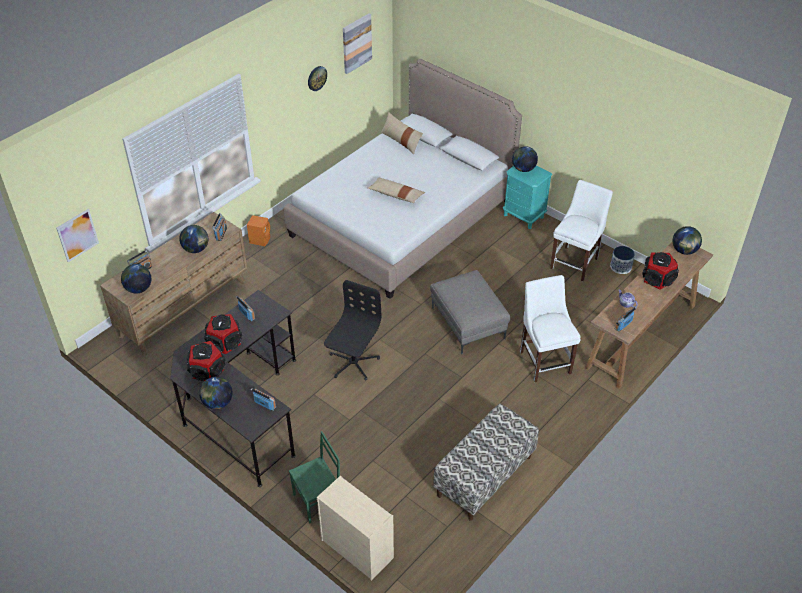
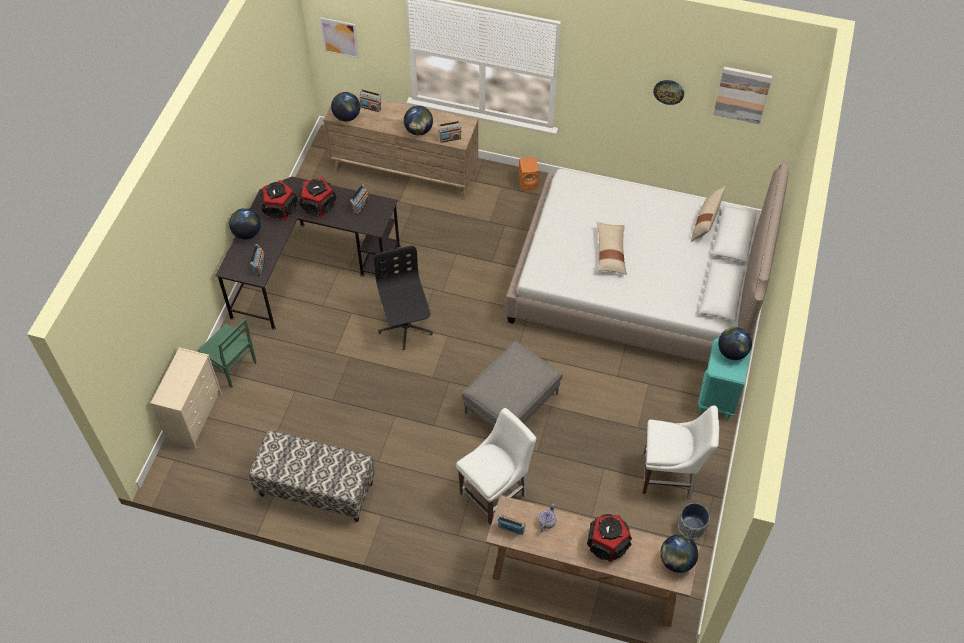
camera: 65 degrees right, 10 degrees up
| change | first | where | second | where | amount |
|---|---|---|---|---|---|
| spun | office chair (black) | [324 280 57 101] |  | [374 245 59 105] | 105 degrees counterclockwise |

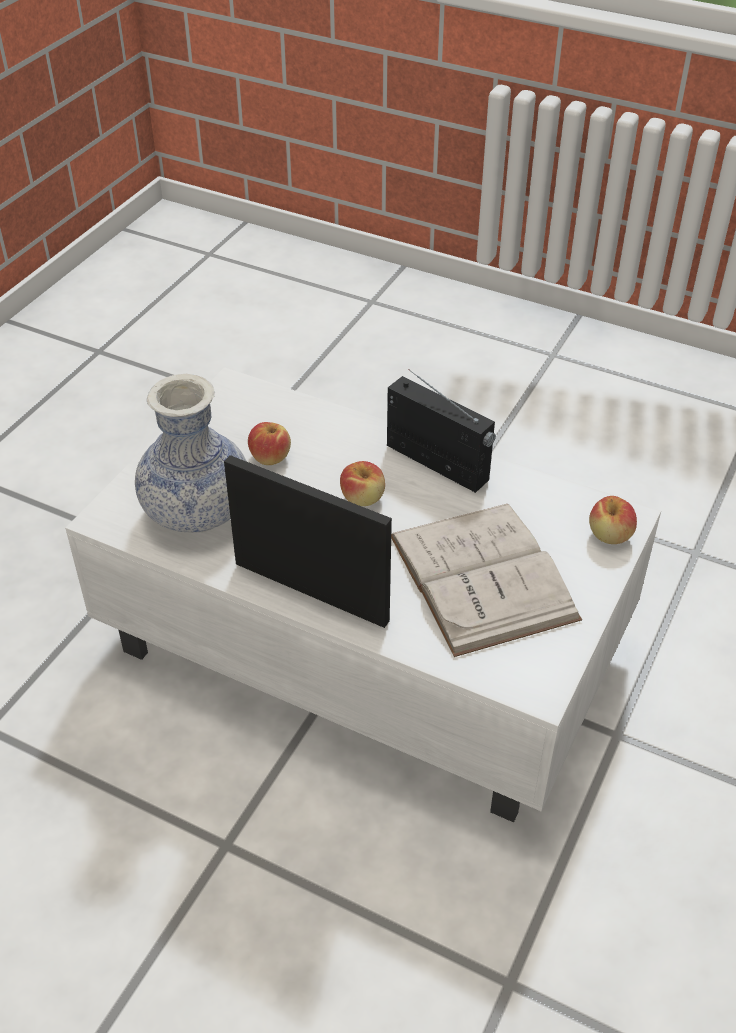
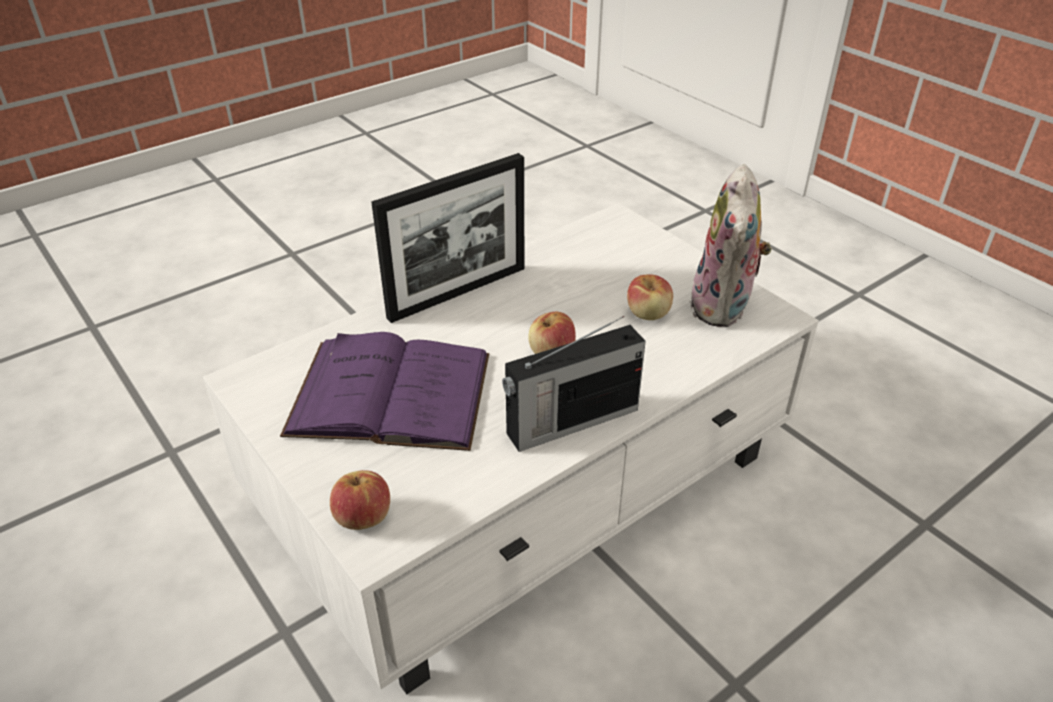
camera: 115 degrees right, 5 degrees down
| change | first | where | second | where | amount |
|---|---|---|---|---|---|
| colour | book (white) | [391 504 191 153] | book (purple) | [280 332 209 119] |  |
| appeared |  |  | plush toy | [690 164 82 163] |  |
| missing | vase | [135 374 112 159] |  |  |  |

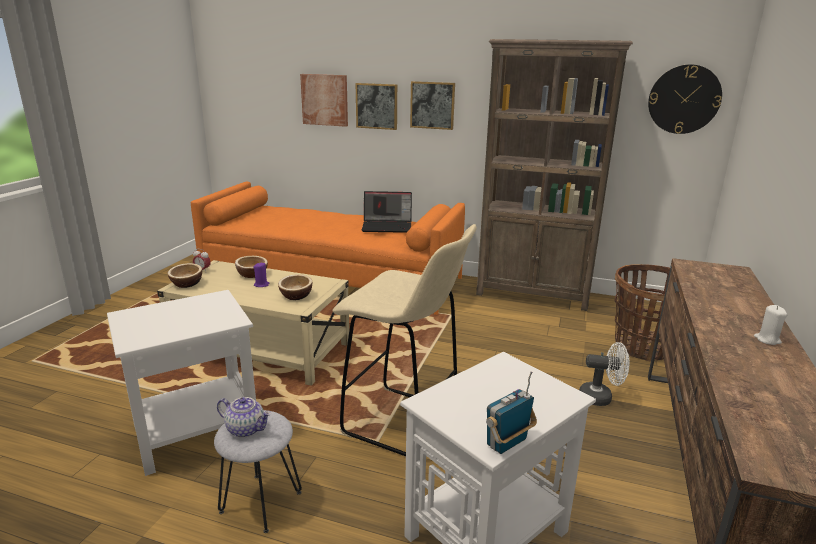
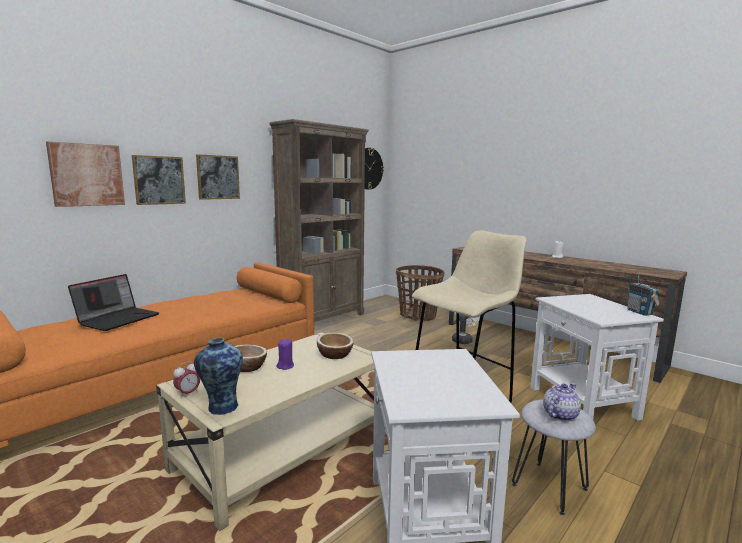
camera: 65 degrees left, 10 degrees down
| change | first | where | second | where | amount |
|---|---|---|---|---|---|
| relocated | laptop | [362 191 50 42] |  | [68 274 91 57] |  |
| exchanged | bowl | [168 263 34 25] | vase | [194 338 49 77] |  |

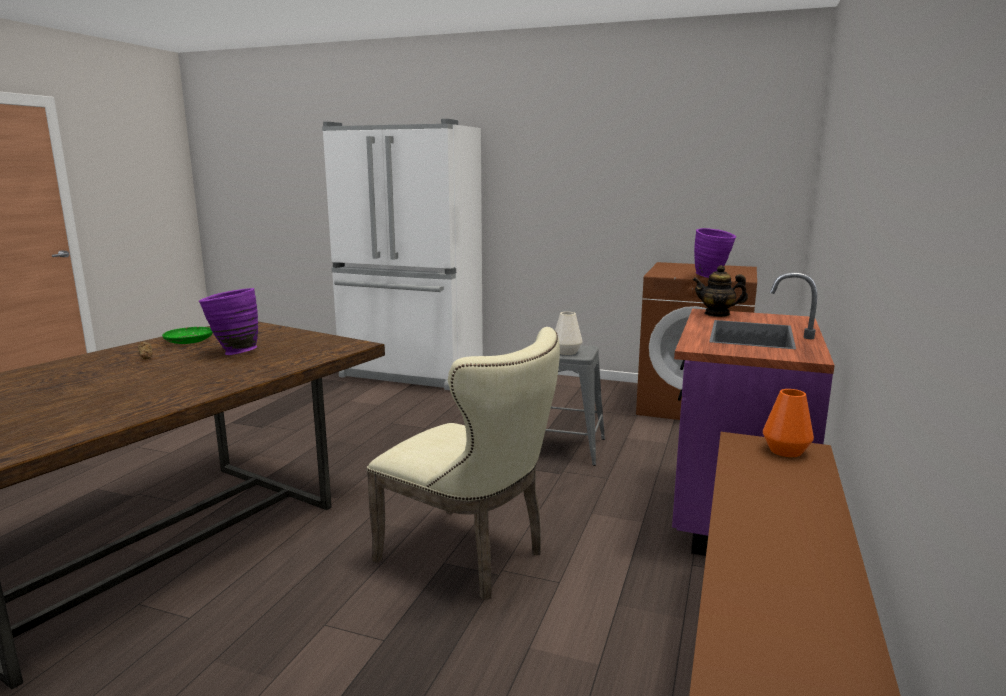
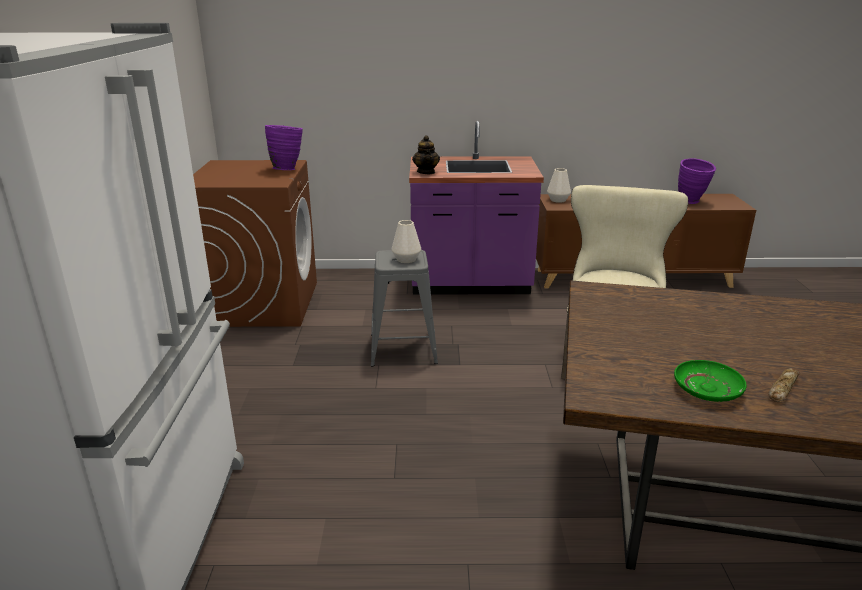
camera: 110 degrees left, 10 degrees up
| change | first | where | second | where | amount |
|---|---|---|---|---|---|
| colour | vase (orange) | [763 389 51 68] | vase (white) | [547 168 24 35] |  |
| relocated | vase (purple) | [199 288 59 67] |  | [678 158 38 46] |  |

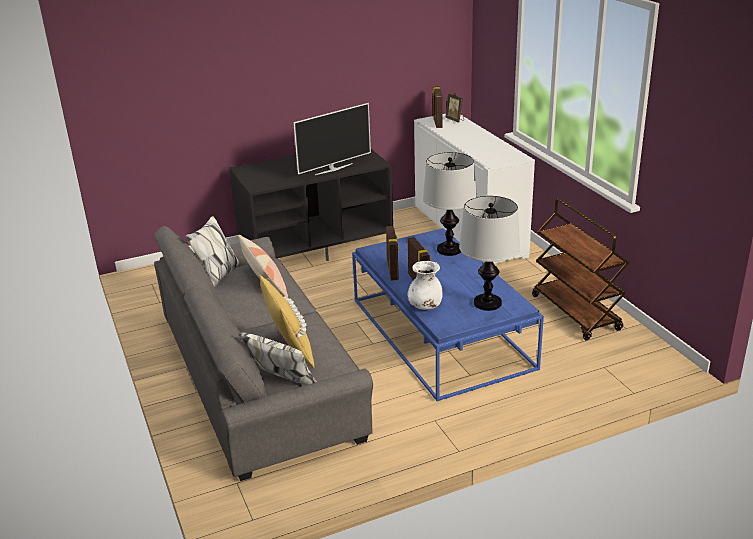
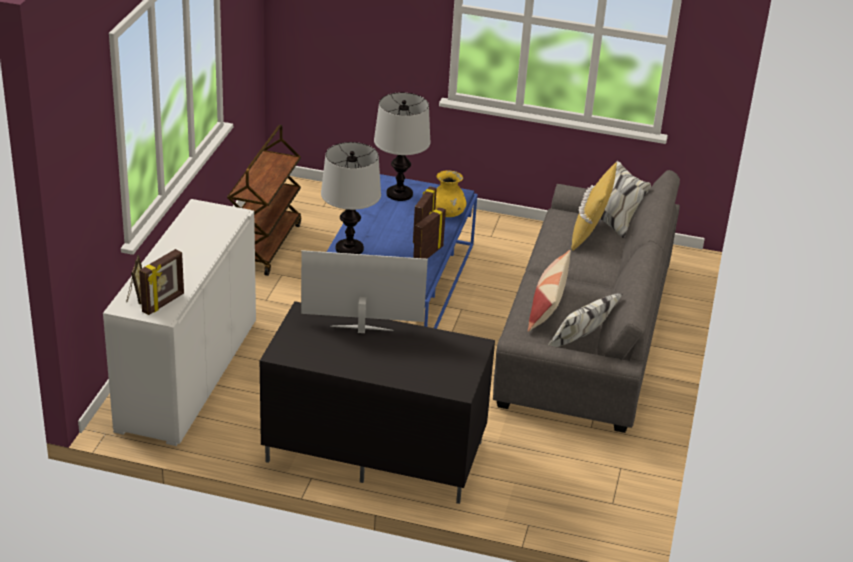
camera: 145 degrees left, 5 degrees up
| change | first | where | second | where | amount |
|---|---|---|---|---|---|
| colour | vase (white) | [407 261 36 49] | vase (yellow) | [435 170 32 47] |  |

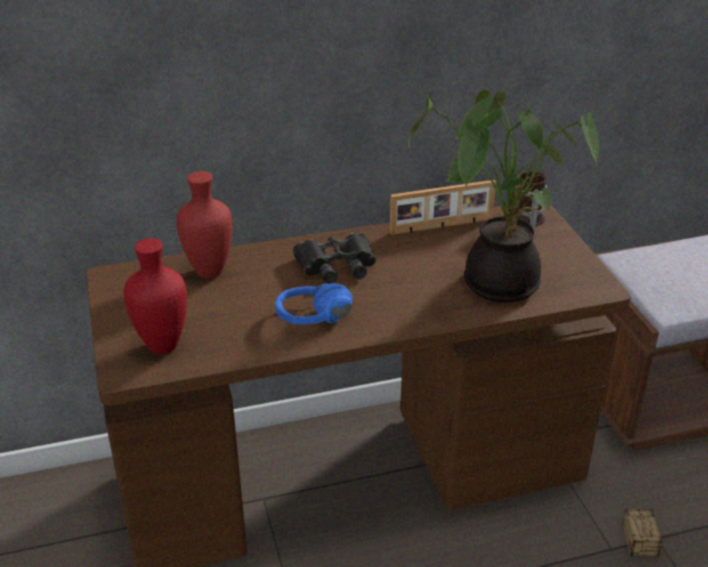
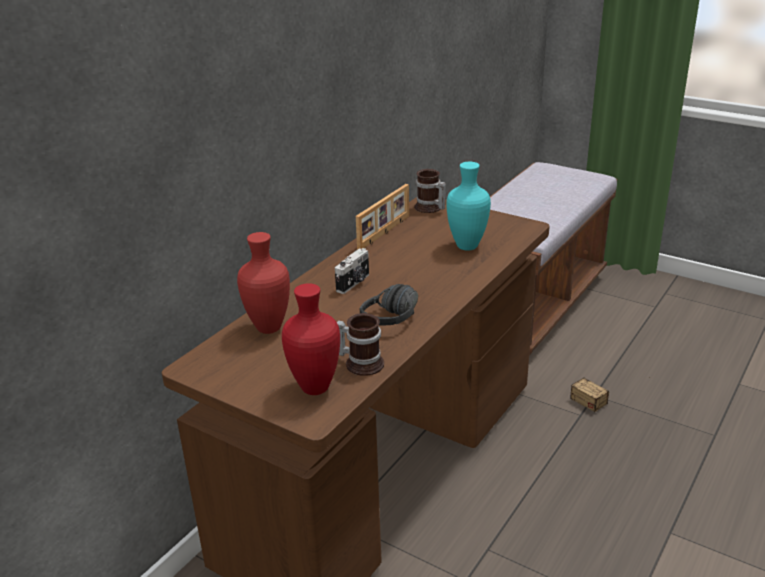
camera: 40 degrees left, 5 degrees down
| change | first | where | second | where | amount |
|---|---|---|---|---|---|
| exchanged | binoculars (black) | [293 233 83 51] | photo camera | [335 248 34 46] |  |
| appeared |  |  | mug | [337 313 47 63] |  |
| colour | headphones (blue) | [275 283 78 42] | headphones (black) | [360 284 58 42] |  |
| exchanged | potted plant | [408 90 191 213] | vase (turquoise) | [446 162 45 89] |  |

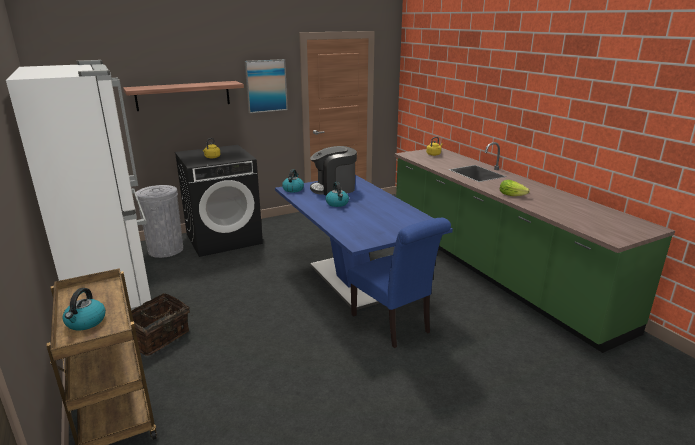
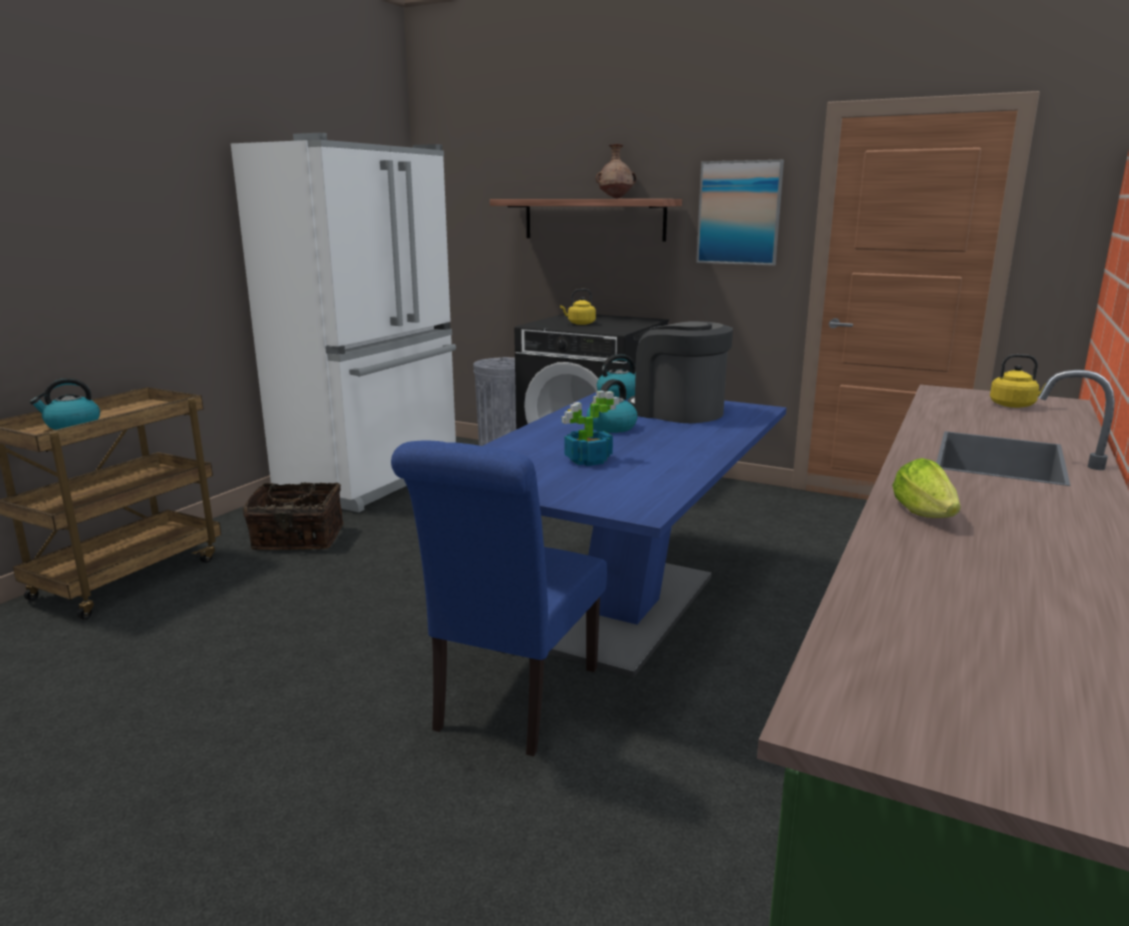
camera: 55 degrees right, 5 degrees down
| change | first | where | second | where | amount |
|---|---|---|---|---|---|
| appeared |  |  | potted plant | [562 390 57 76] |  |
| appeared |  |  | vase (brown) | [596 144 40 55] |  |

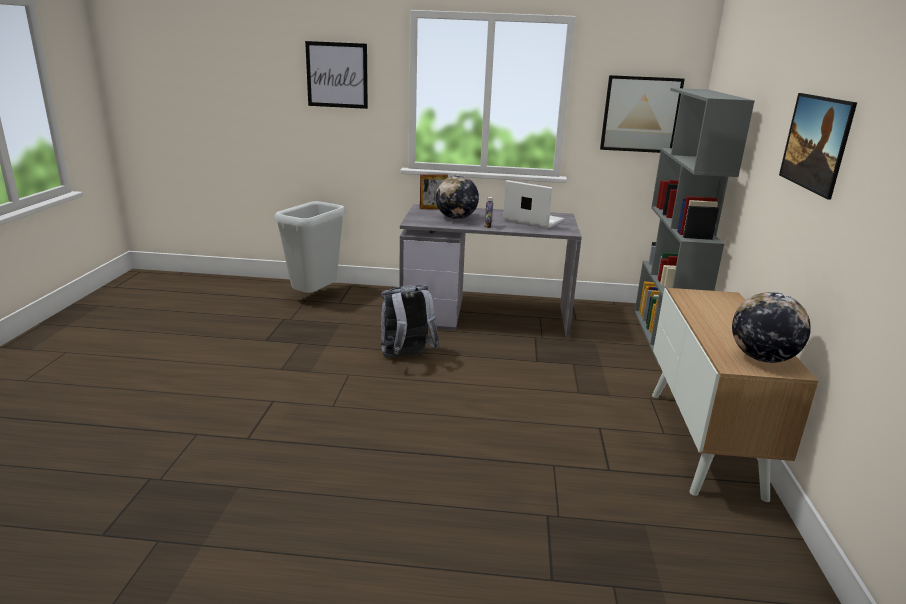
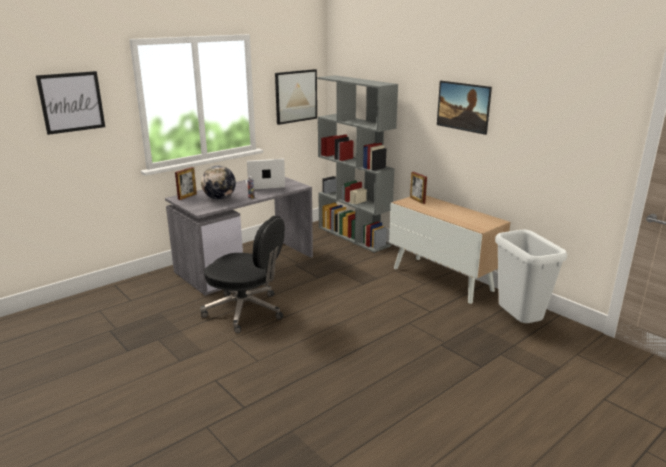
camera: 45 degrees left, 0 degrees up
| change | first | where | second | where | amount |
|---|---|---|---|---|---|
| exchanged | backpack (grey) | [381 285 59 73] | office chair (black) | [200 216 85 117] |  |
| appeared |  |  | picture frame | [410 172 17 32] |  |
| relocated | trash can (grey) | [274 201 72 92] |  | [495 230 72 93] |  |
| missing | globe | [732 292 79 71] |  |  |  |

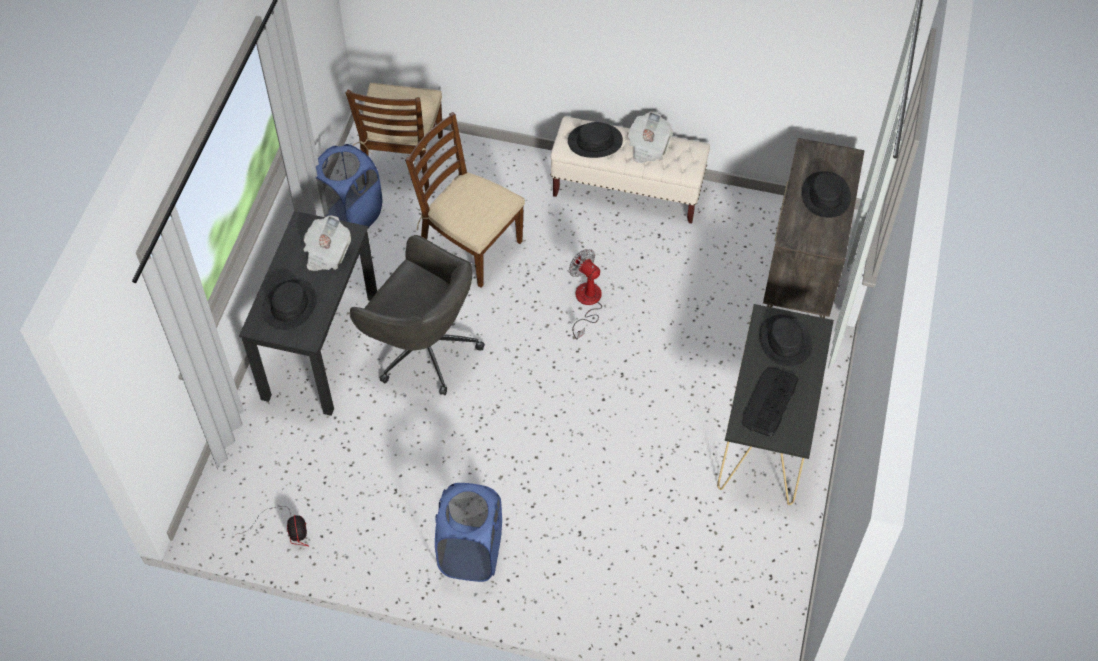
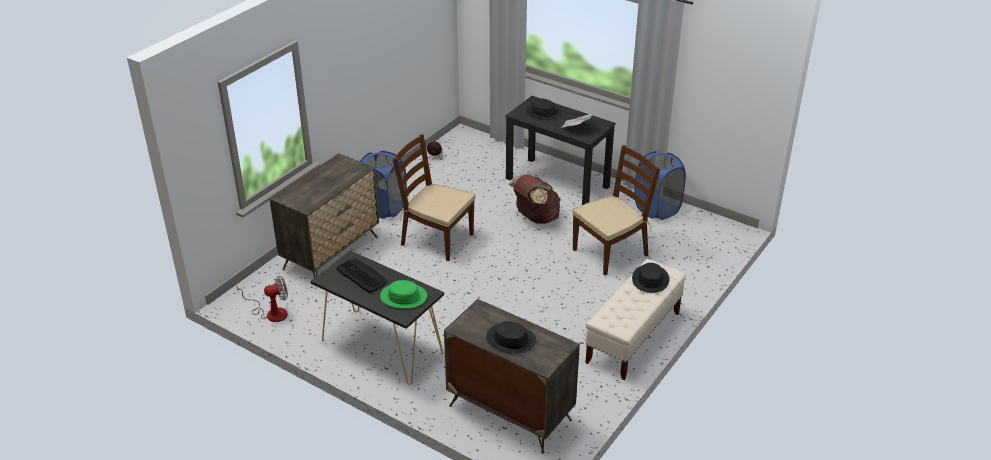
camera: 110 degrees right, 20 degrees down
| change | first | where | second | where | amount |
|---|---|---|---|---|---|
| relocated | fan | [569 249 33 90] |  | [236 276 52 46] |  |
| appeared |  |  | dresser | [269 153 110 125] |  |
| colour | hat (black) | [759 314 53 52] | hat (green) | [380 280 47 28] |  |
| relocated | chair (brown) | [346 83 97 109] |  | [393 134 82 127] |  |
| exchanged | office chair (grey) | [350 235 135 160] | backpack (brown) | [509 174 52 50] |  |
| missing | newspaper | [627 112 46 51] |  |  |  |

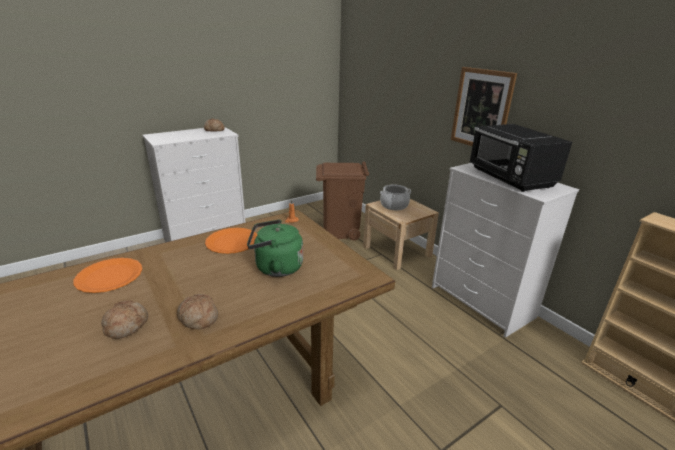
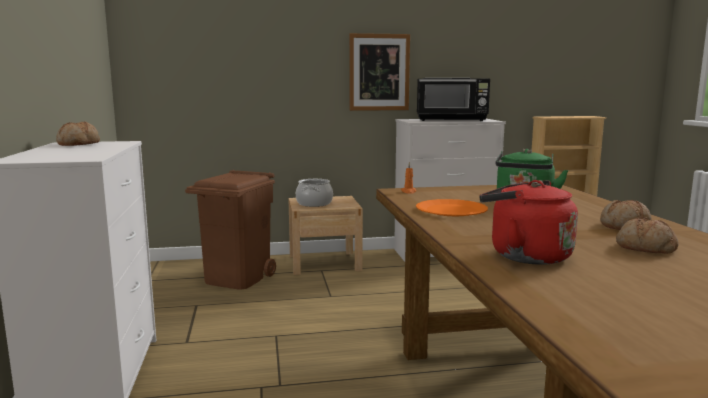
camera: 65 degrees left, 15 degrees down
| change | first | where | second | where | amount |
|---|---|---|---|---|---|
| exchanged | plate (orange) | [74 258 68 35] | kettle (red) | [479 180 99 85] |  |

